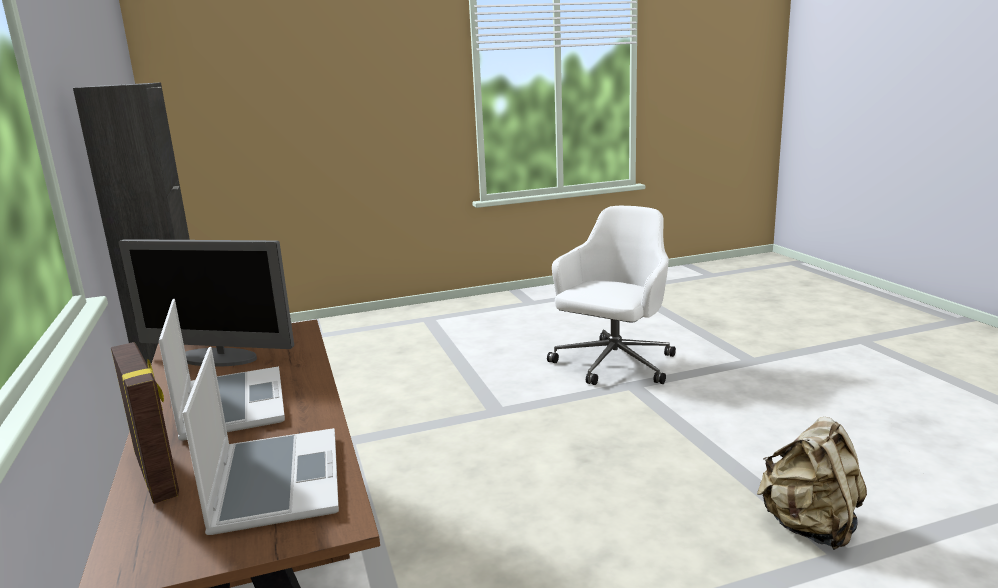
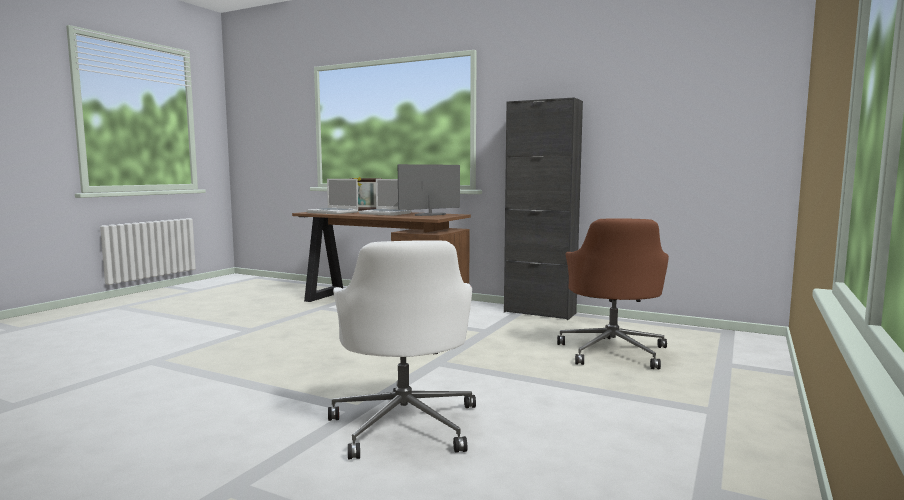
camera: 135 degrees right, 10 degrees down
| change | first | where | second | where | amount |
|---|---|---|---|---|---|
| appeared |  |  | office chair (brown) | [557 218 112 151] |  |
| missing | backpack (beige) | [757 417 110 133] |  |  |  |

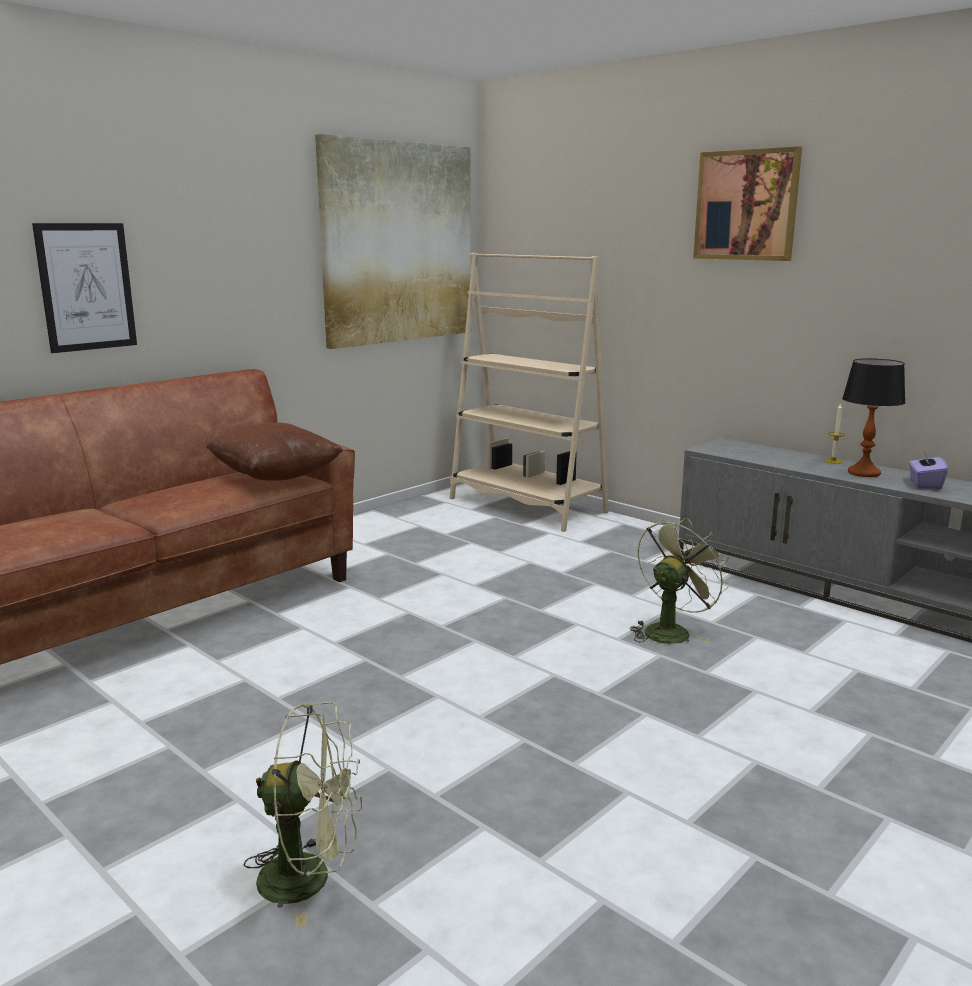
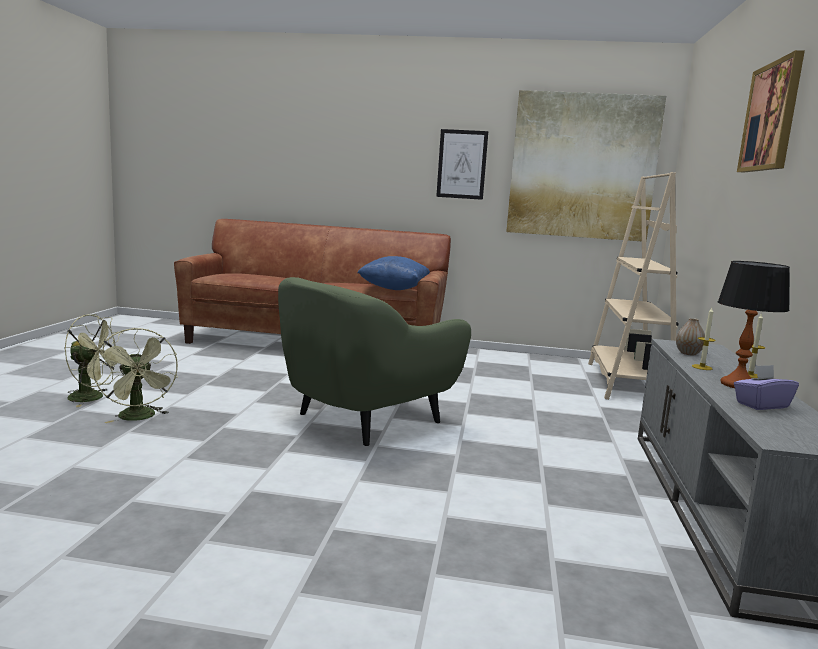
camera: 55 degrees right, 5 degrees down
| change | first | where | second | where | amount |
|---|---|---|---|---|---|
| relocated | fan (green) | [630 517 100 127] |  | [65 314 62 93] |  |
| appeared |  |  | armchair (green) | [278 277 193 169] |  |
| colour | pillow (brown) | [206 422 137 59] | pillow (blue) | [357 256 73 34] |  |
| relocated | picture | [32 223 105 130] |  | [436 129 52 71] |  |
| appeared |  |  | vase | [676 318 29 37] |  |
| appeared |  |  | candle | [692 308 24 62] |  |

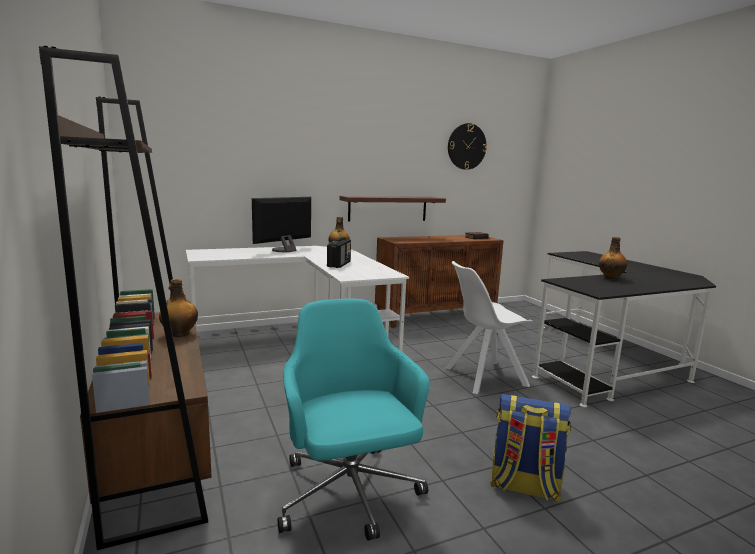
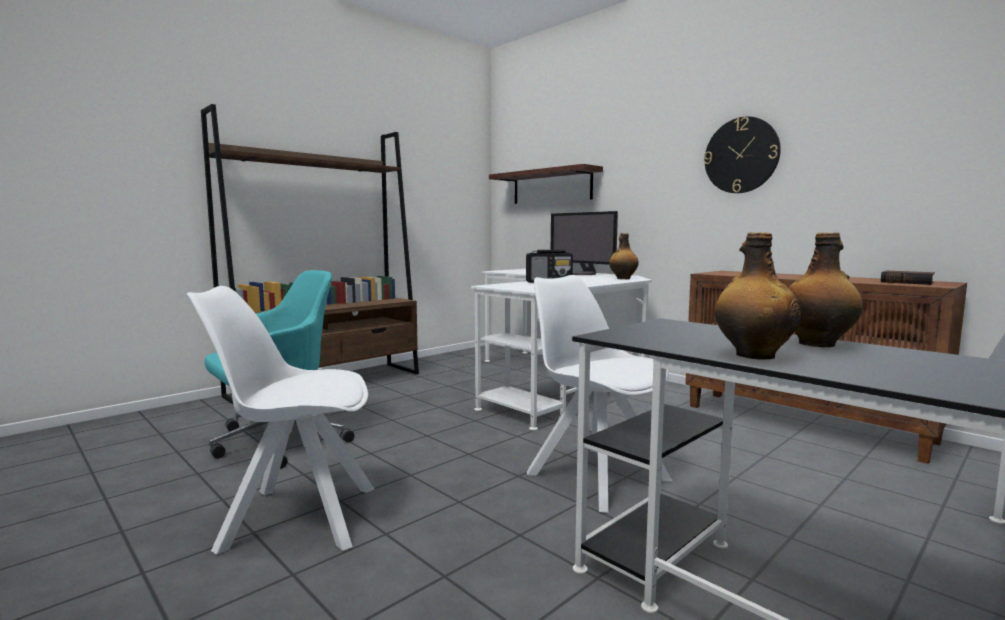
camera: 70 degrees right, 5 degrees down
| change | first | where | second | where | amount |
|---|---|---|---|---|---|
| exchanged | backpack | [490 394 81 108] | chair (white) | [187 286 187 269] |  |
| relocated | shelf | [339 196 107 25] |  | [489 164 114 40] |  |
| spun | monitor | [252 197 59 56] |  | [551 211 67 64] | 150 degrees counterclockwise |
| relocated | wall clock | [448 123 39 47] |  | [704 116 77 77] |  |
| relocated | bottle | [159 279 39 58] |  | [715 232 86 128] |  |

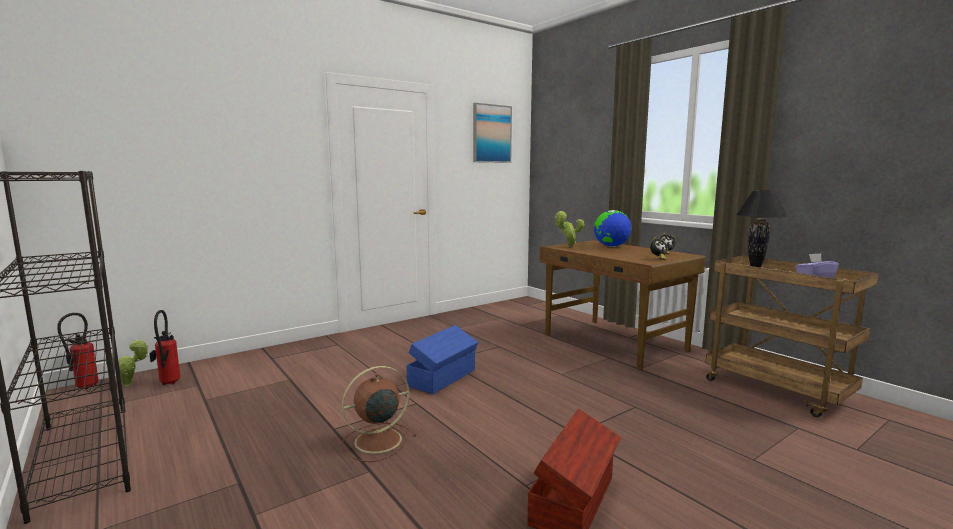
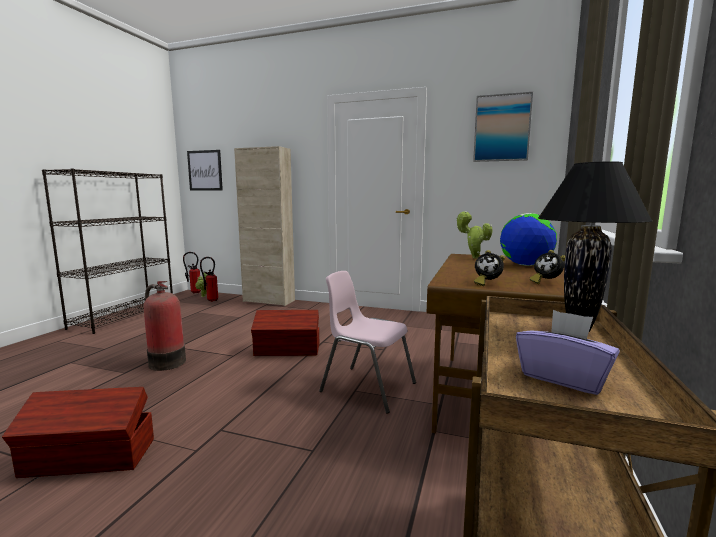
camera: 55 degrees right, 0 degrees up
| change | first | where | second | where | amount |
|---|---|---|---|---|---|
| exchanged | fan (brown) | [342 366 74 96] | fire extinguisher | [144 281 42 90] |  |
| appeared |  |  | picture | [187 150 36 41] |  |
| appeared |  |  | cabinet (beige) | [234 146 61 160] |  |
| colour | storage box (blue) | [406 325 72 69] | storage box (brown) | [251 310 68 46] |  |
| appeared |  |  | chair (pink) | [319 271 97 143] |  |

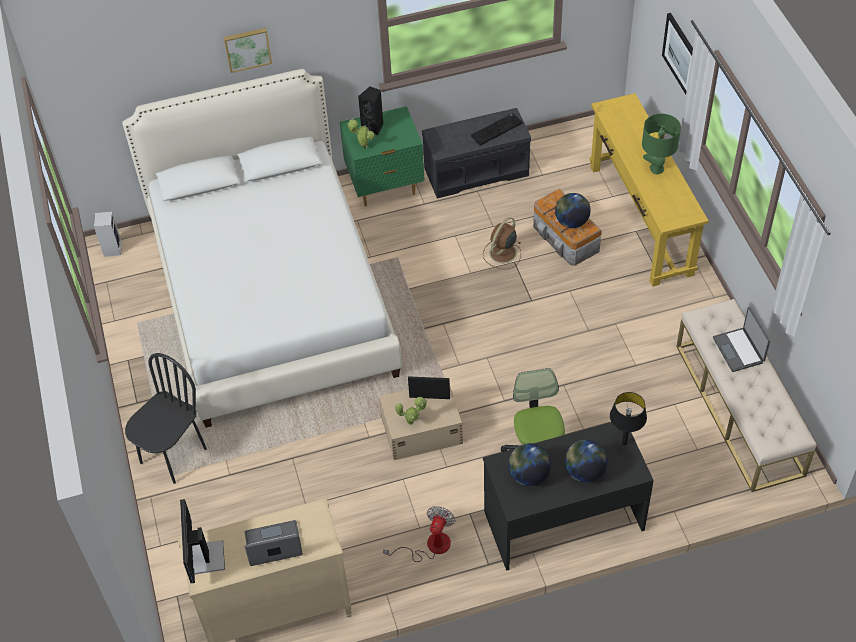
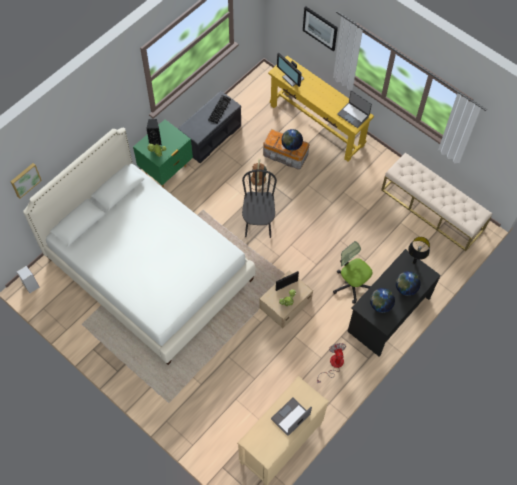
camera: 35 degrees left, 10 degrees up
| change | first | where | second | where | amount |
|---|---|---|---|---|---|
| relocated | picture | [224 28 48 45] |  | [10 163 32 36] |  |
| relocated | chair (black) | [125 353 82 131] |  | [242 169 35 69] |  |
| relocated | monitor | [180 499 45 84] |  | [277 53 27 34] |  |
| relocated | laptop | [713 307 57 65] |  | [337 90 35 38] |  |
| missing | table lamp (green) | [642 114 39 60] |  |  |  |

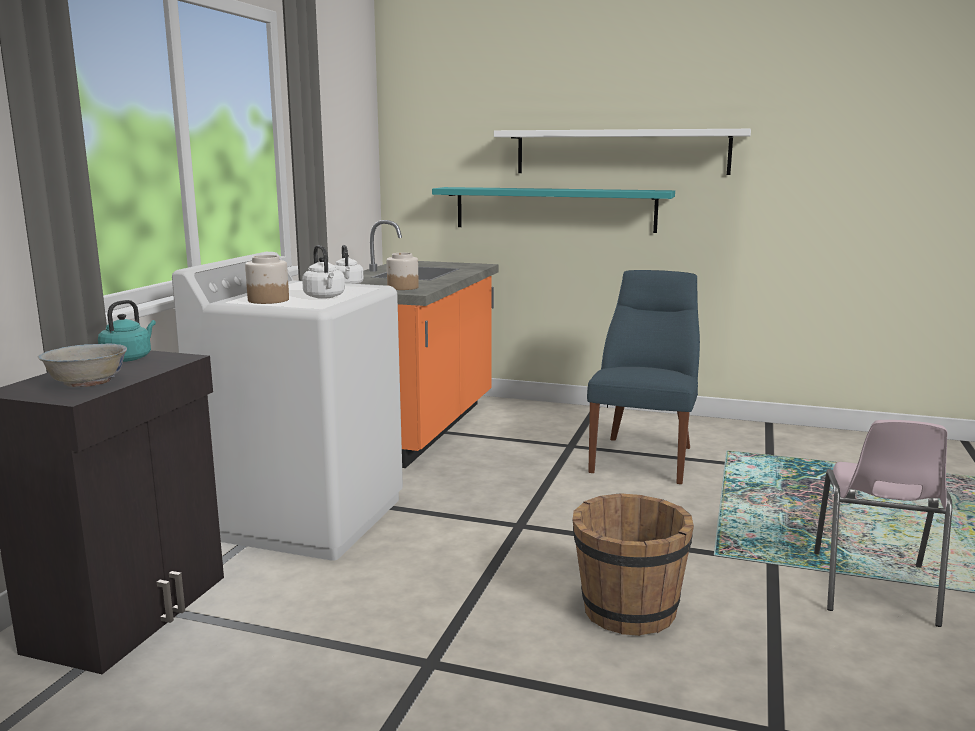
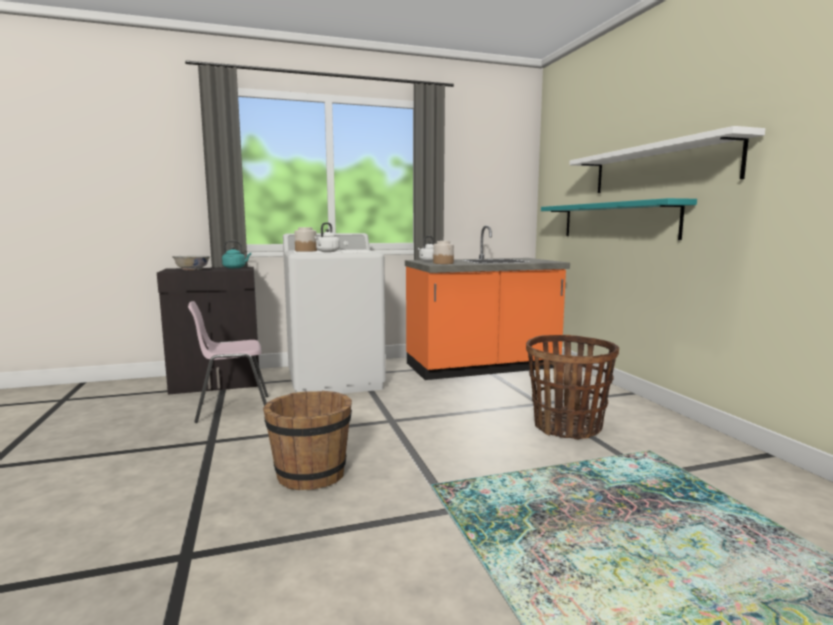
camera: 55 degrees right, 5 degrees down
| change | first | where | second | where | amount |
|---|---|---|---|---|---|
| relocated | chair (pink) | [814 420 138 207] |  | [188 301 80 122] |  |
| exchanged | chair (blue) | [587 270 113 214] | basket | [526 335 93 104] |  |

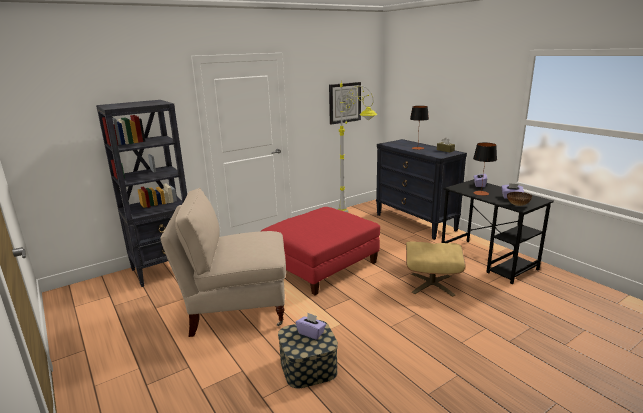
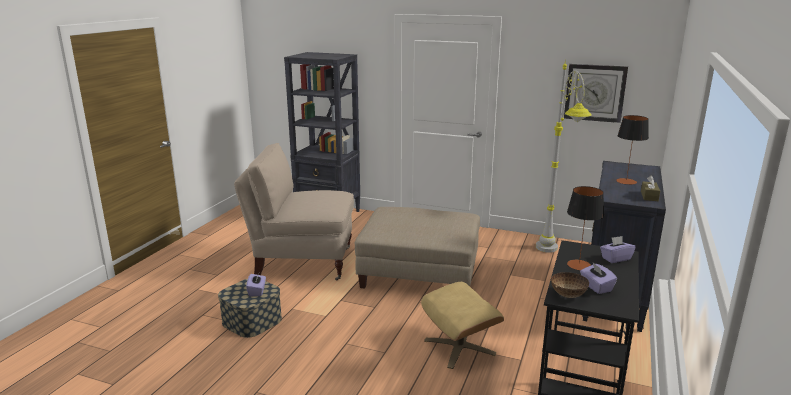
camera: 55 degrees right, 0 degrees up
| change | first | where | second | where | amount |
|---|---|---|---|---|---|
| spun | chair (beige) | [161 188 125 149] |  | [234 143 120 137] | 45 degrees counterclockwise |
| colour | ottoman (red) | [261 207 119 88] | ottoman (beige) | [355 207 125 82] |  |

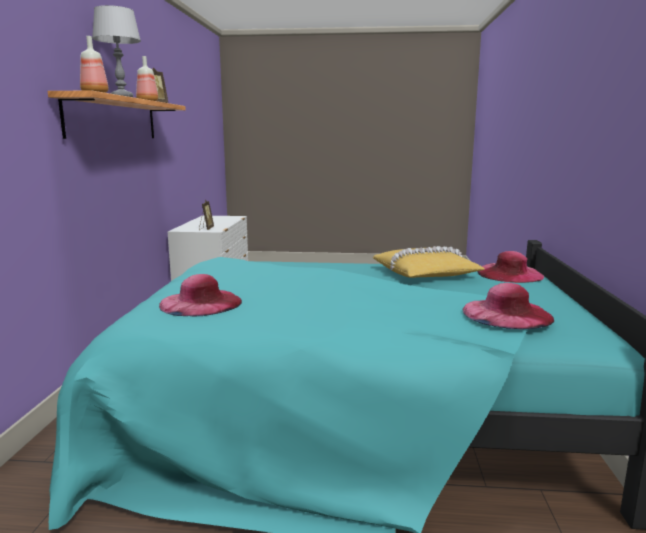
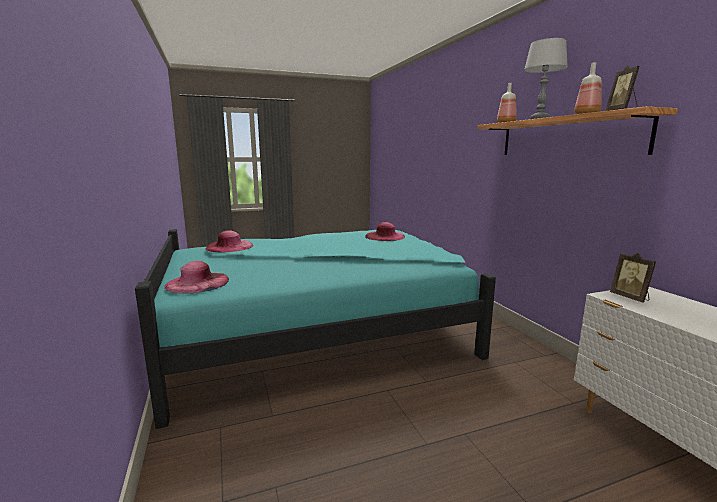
camera: 155 degrees right, 0 degrees up
| change | first | where | second | where | amount |
|---|---|---|---|---|---|
| missing | pillow (yellow) | [373 246 112 32] |  |  |  |

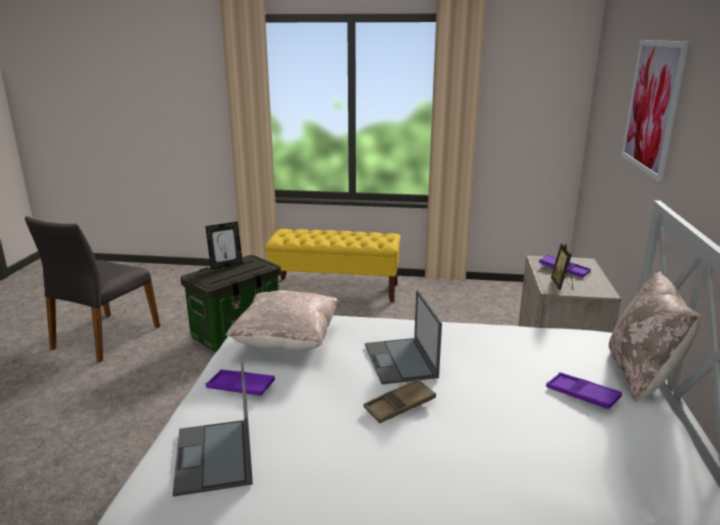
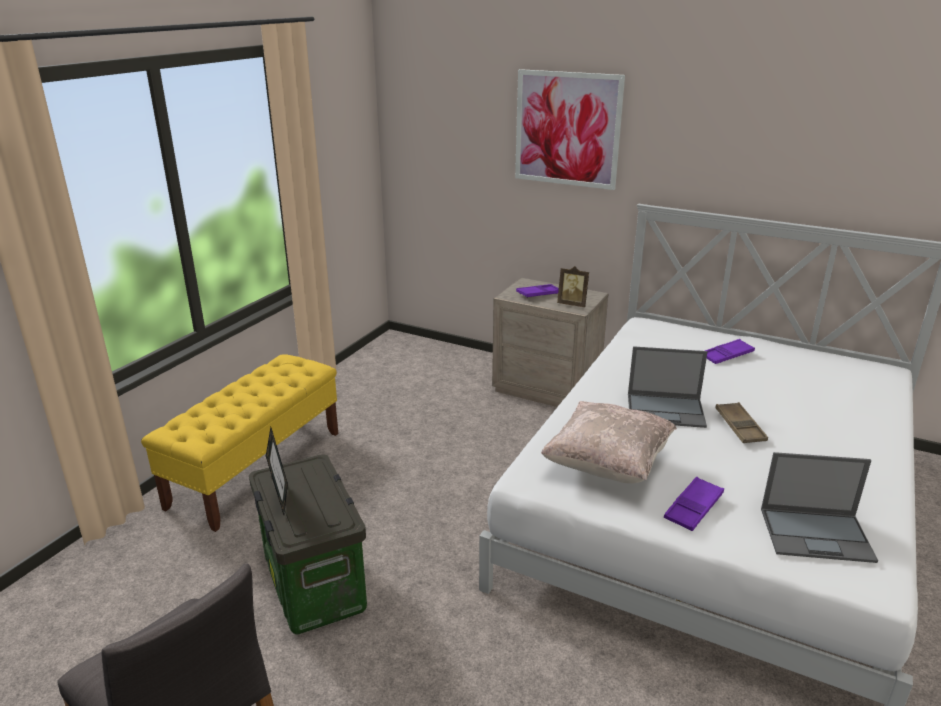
camera: 70 degrees left, 5 degrees up
| change | first | where | second | where | amount |
|---|---|---|---|---|---|
| missing | pillow (beige) | [609 271 91 130] |  |  |  |

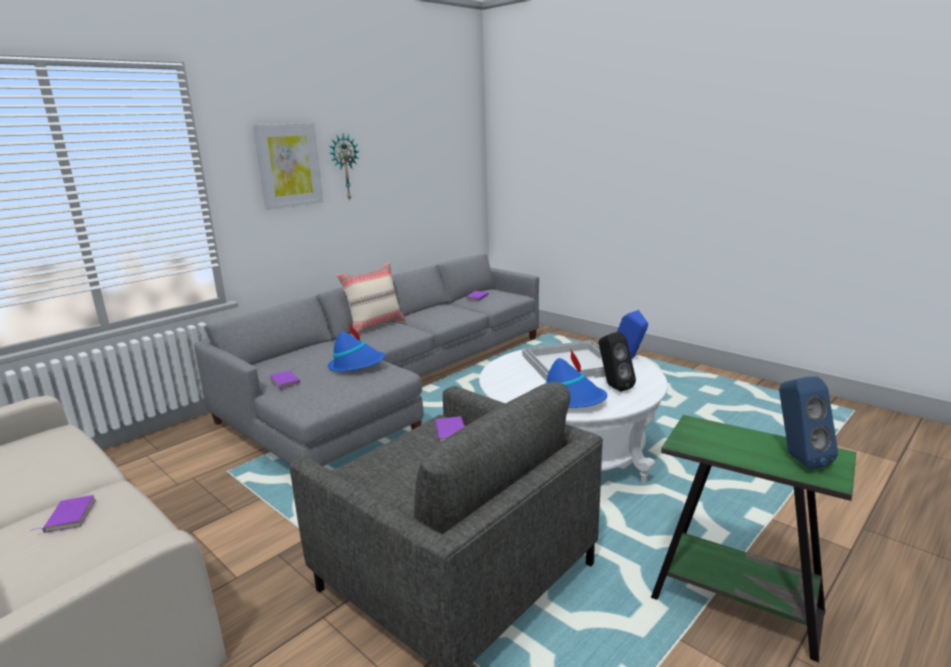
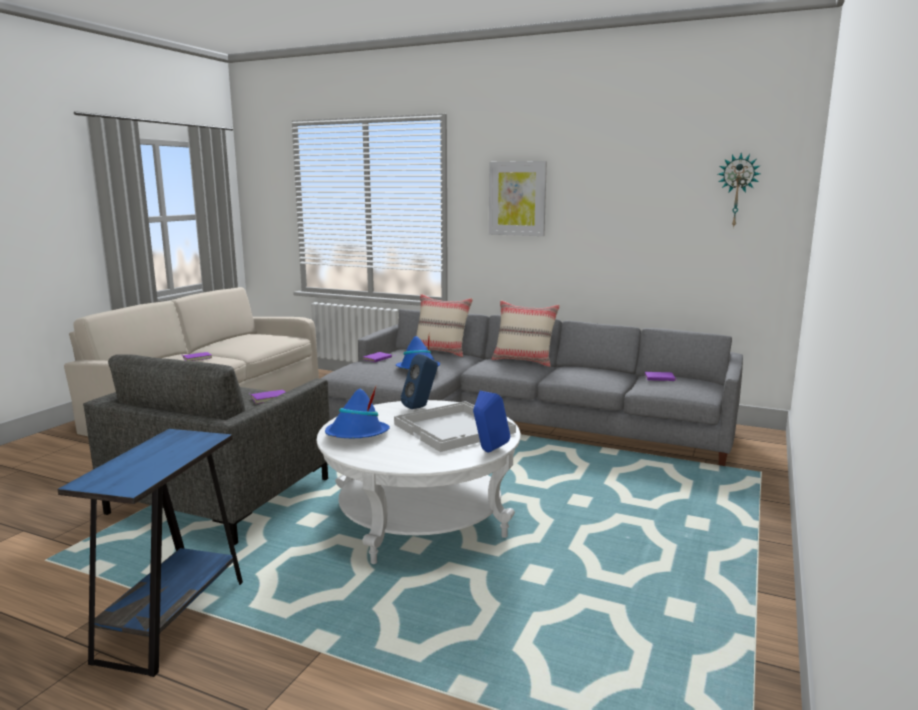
camera: 70 degrees right, 5 degrees down
| change | first | where | second | where | amount |
|---|---|---|---|---|---|
| colour | side table (green) | [651 415 205 247] | side table (blue) | [58 429 185 248] |  |
| relocated | speaker (blue) | [779 376 59 94] |  | [401 354 37 55] |  |
| appeared |  |  | pillow (beige) | [416 294 57 63] |  |
| relocated | wall clock | [329 134 31 67] |  | [718 153 42 75] |  |
| missing | speaker (black) | [599 332 37 60] |  |  |  |

